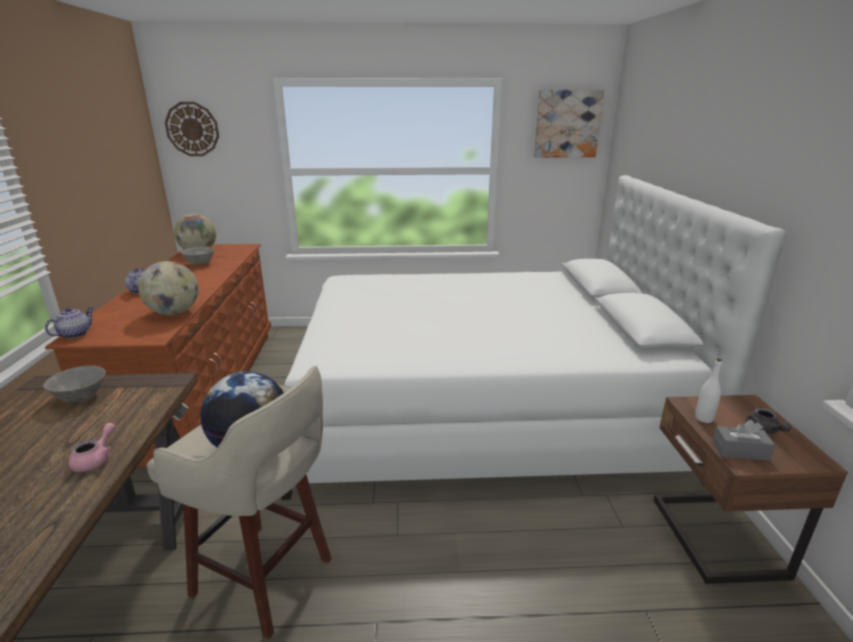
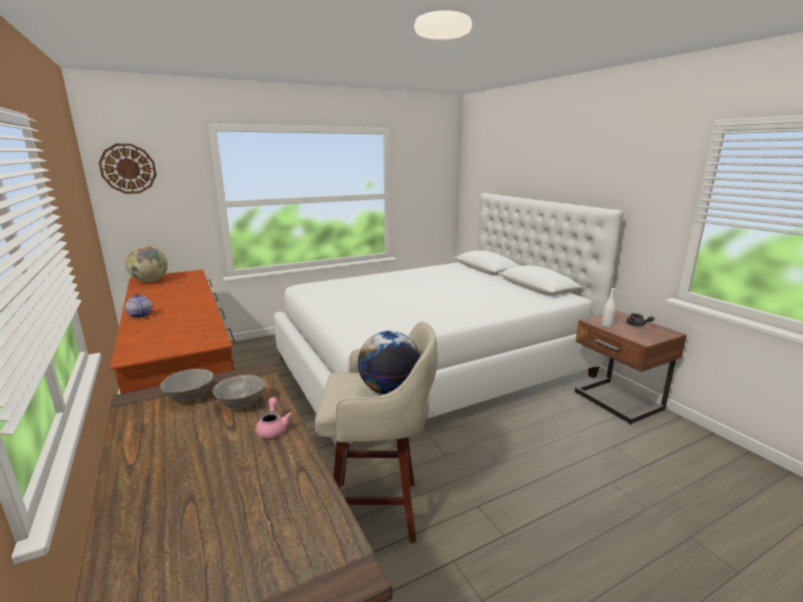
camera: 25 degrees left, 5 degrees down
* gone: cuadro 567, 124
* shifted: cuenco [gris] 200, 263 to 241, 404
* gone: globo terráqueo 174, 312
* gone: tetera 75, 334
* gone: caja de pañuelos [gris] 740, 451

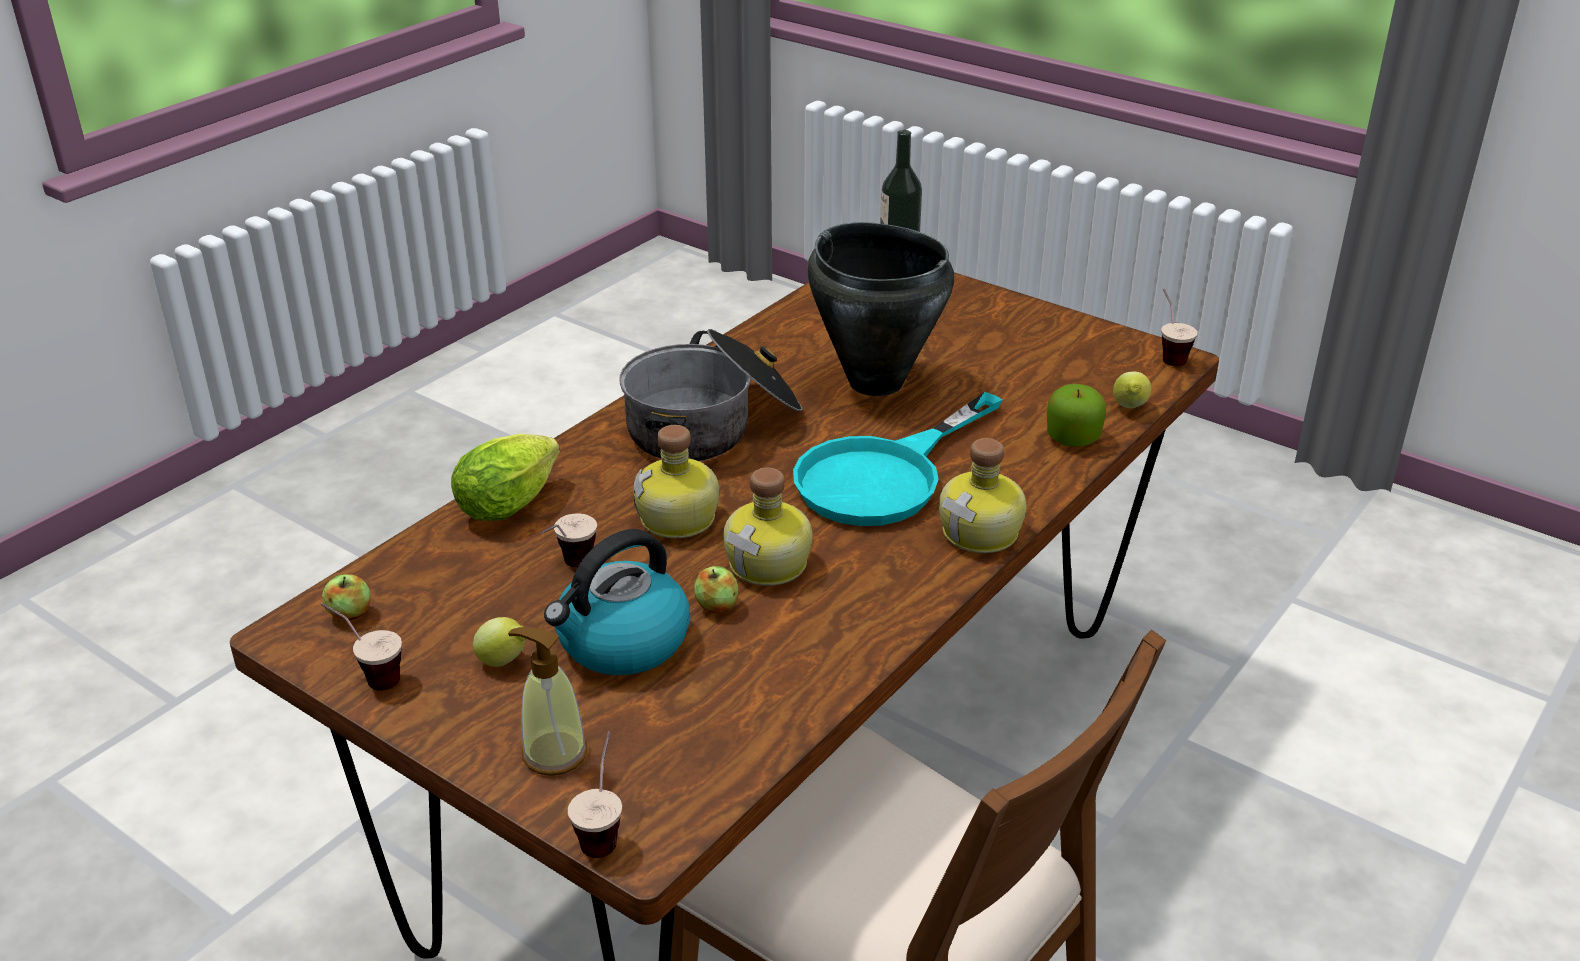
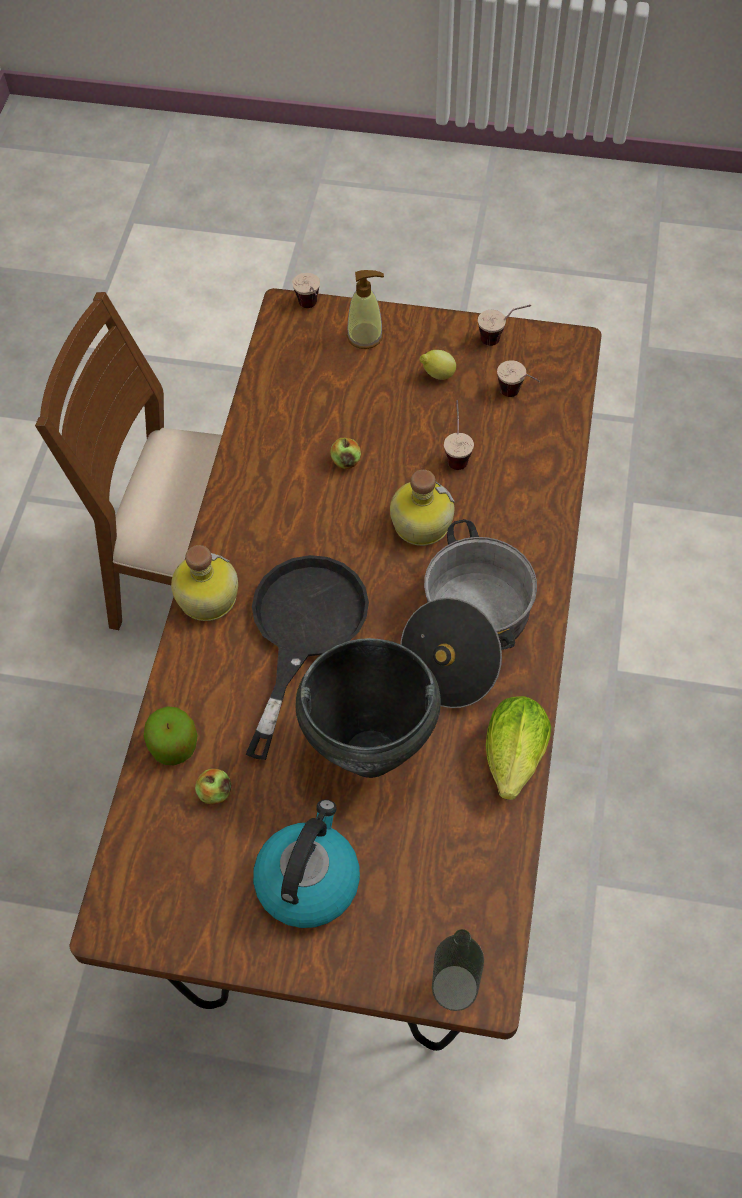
camera: 155 degrees right, 25 degrees up
* shifted: taza 1168, 354 to 517, 397
* gone: limón 1129, 408
* repainted: sartén [turquesa] 884, 476 to sartén [negro] 303, 631
* shifted: lechuga 513, 502 to 513, 762
* gone: botella 771, 564
* shifted: hervidor 622, 643 to 308, 880
* shifted: manzana 349, 614 to 215, 793

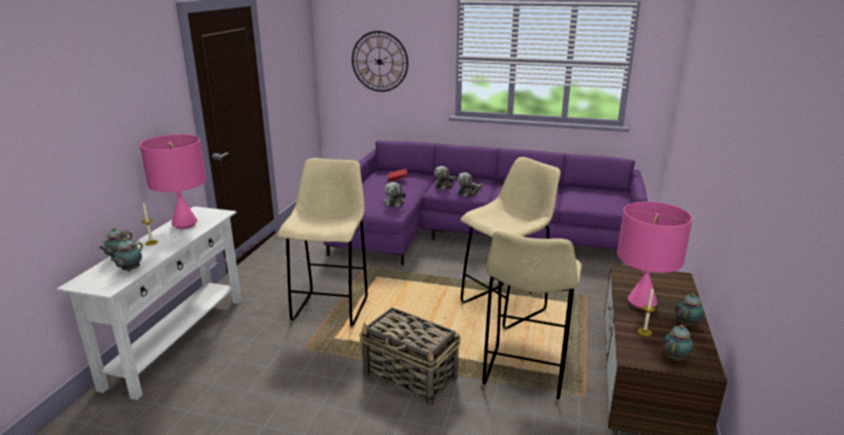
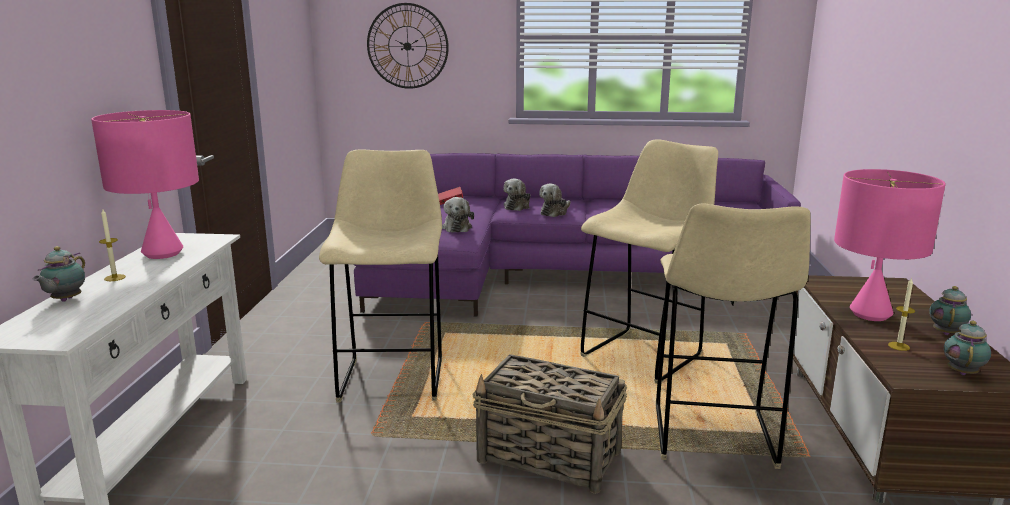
camera: 10 degrees left, 5 degrees down
* gone: tetera 130, 270

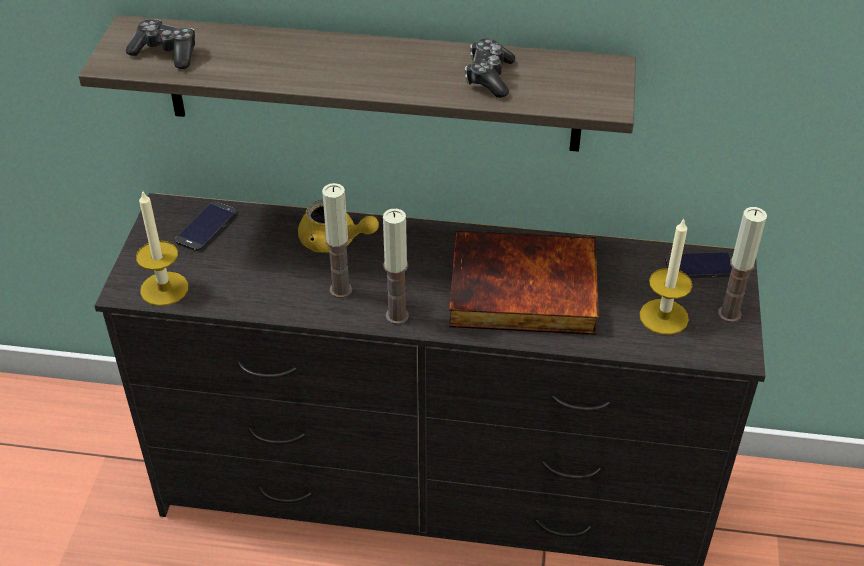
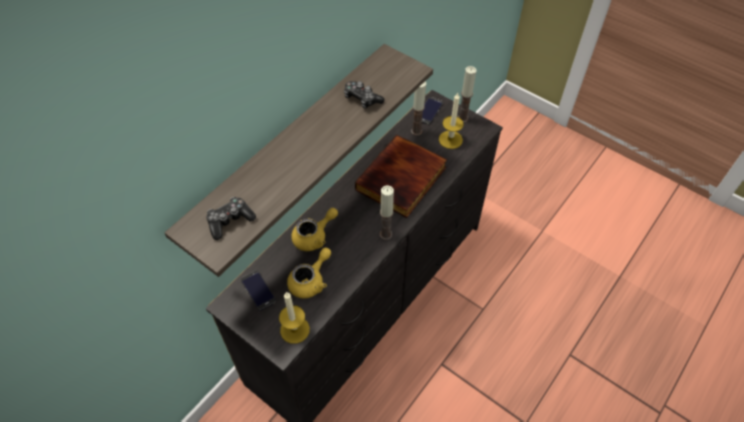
camera: 60 degrees left, 10 degrees up
* shifted: vela 340, 290 to 416, 131
* new: tetera [amarillo] 310, 281

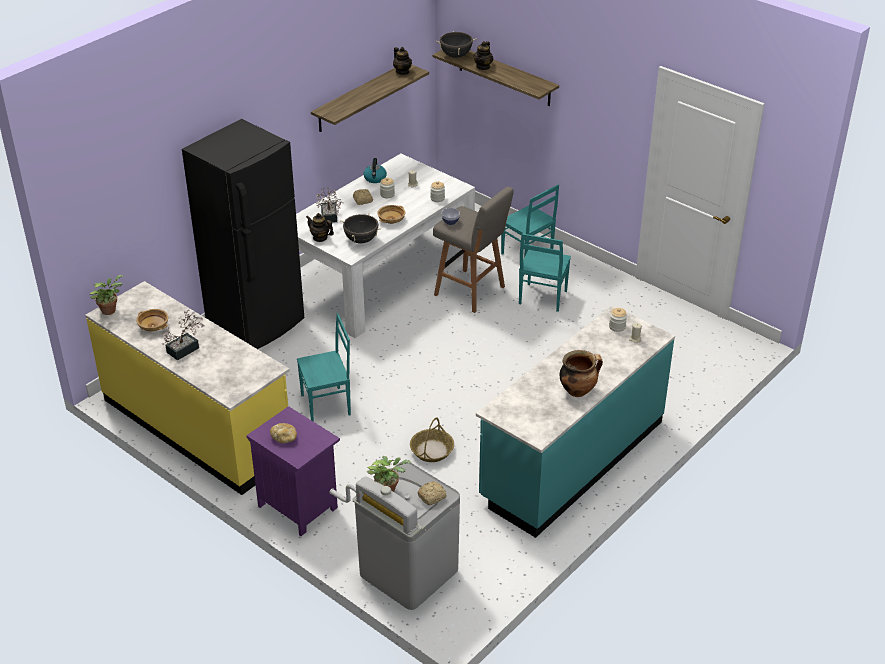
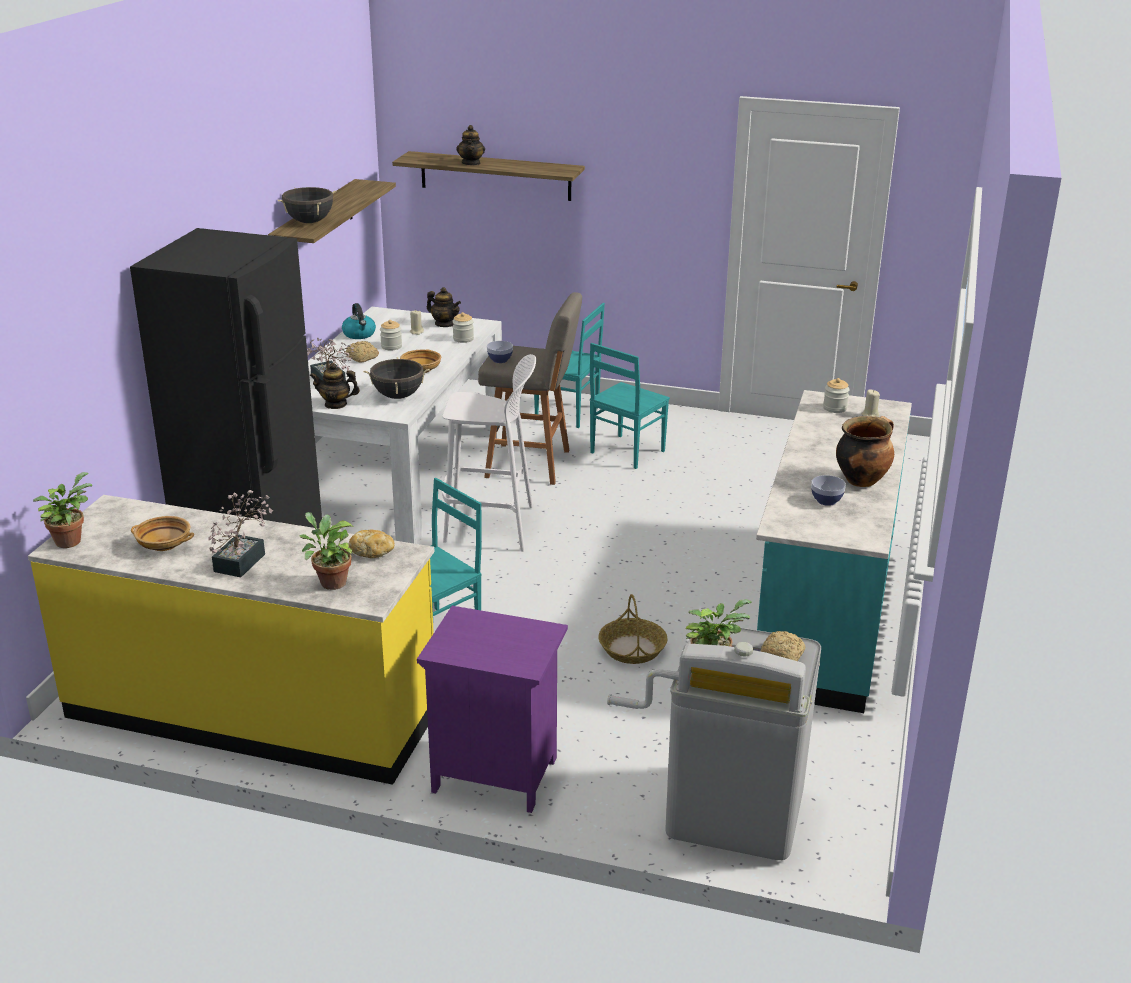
camera: 25 degrees left, 10 degrees down
* shifted: olla [negro] 456, 56 to 309, 222
* shifted: tetera 402, 72 to 444, 324
* rotated: silla [turquesa] 542, 298 = 626, 452 45 degrees clockwise
* shifted: pan 284, 438 to 372, 552
* new: taburete [blanco] 491, 527
* new: cuenco 826, 500
* new: planta en maceta 330, 582

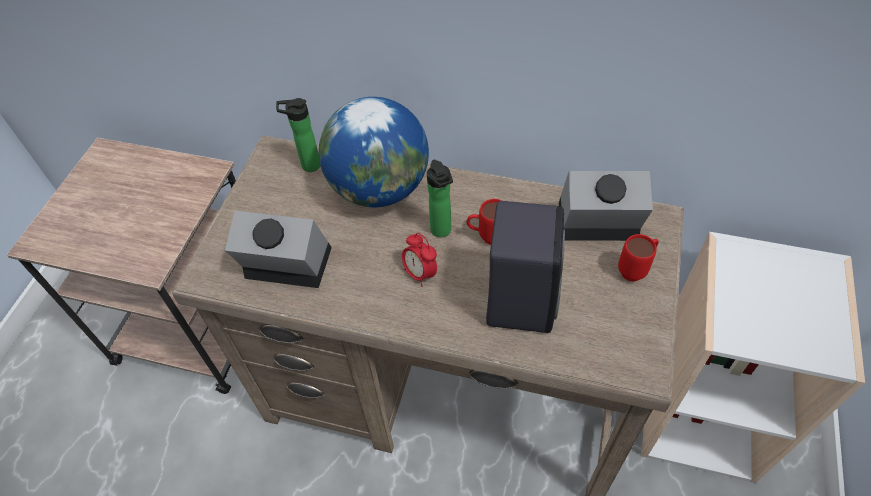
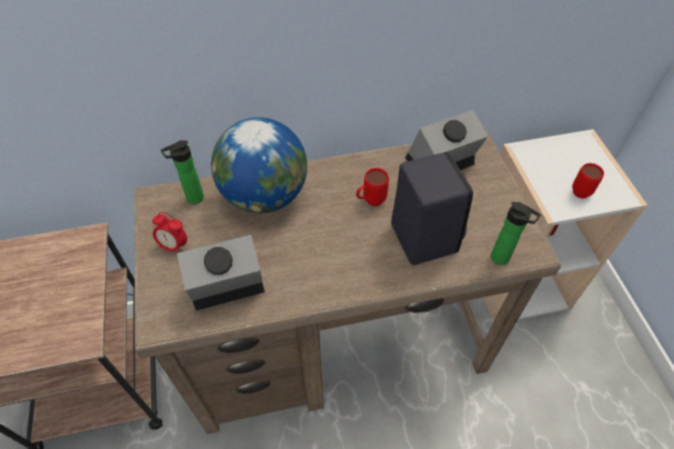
camera: 30 degrees left, 0 degrees up
* shifted: botella 442, 232 to 502, 259
* shifted: despertador 420, 273 to 174, 246
* shifted: taza grande [rojo] 636, 269 to 581, 189

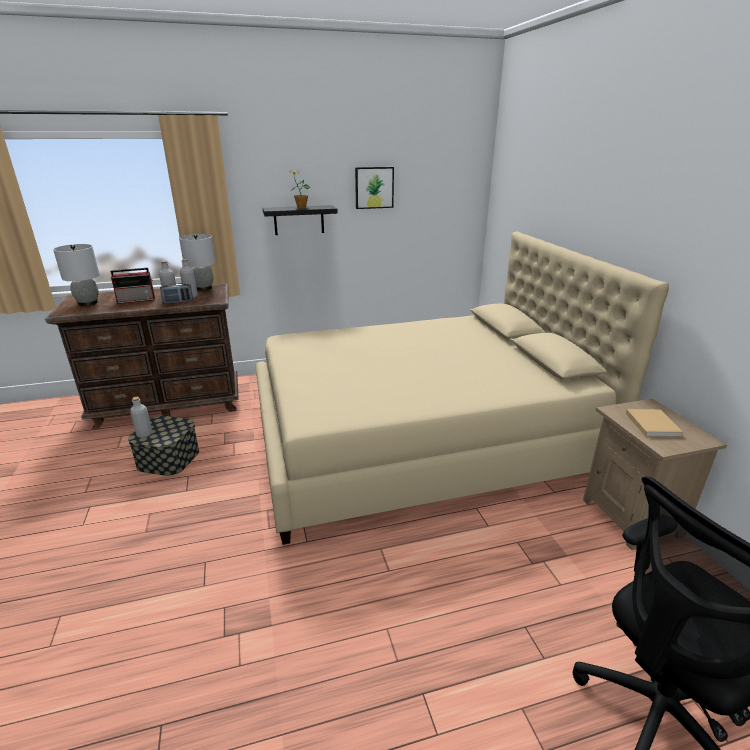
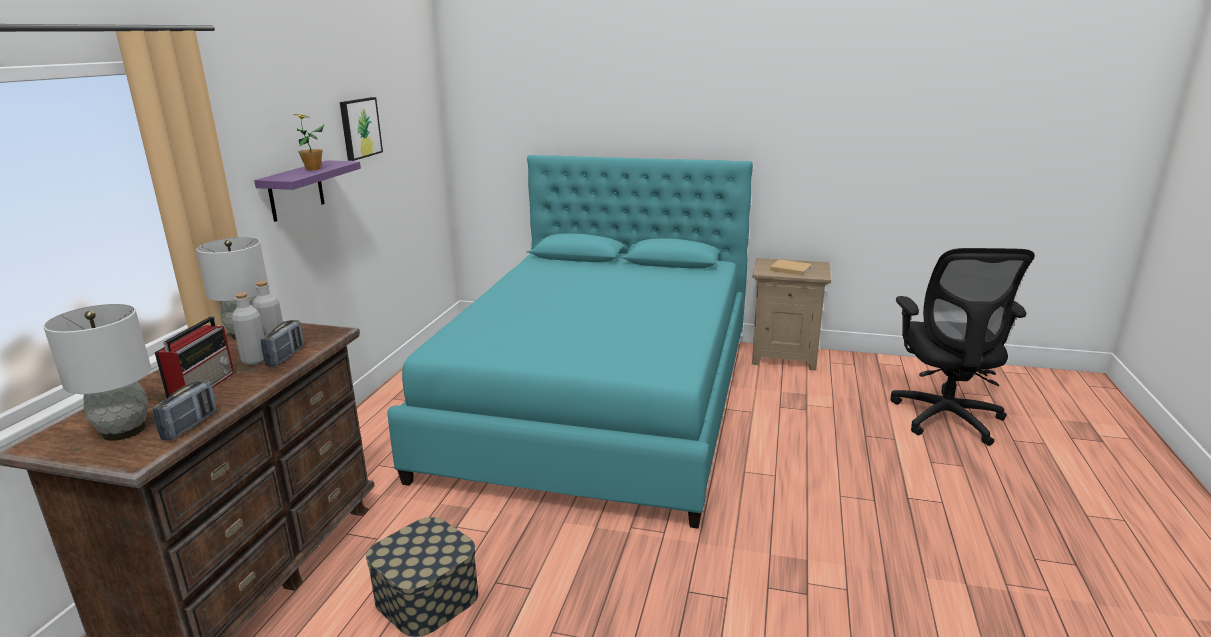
camera: 60 degrees left, 5 degrees down
* repainted: estante [negro] 299, 220 to estante [morado] 296, 191
* repainted: cama [beis] 421, 440 to cama [turquesa] 600, 401
* gone: botella [gris] 144, 434
* new: radio 190, 426

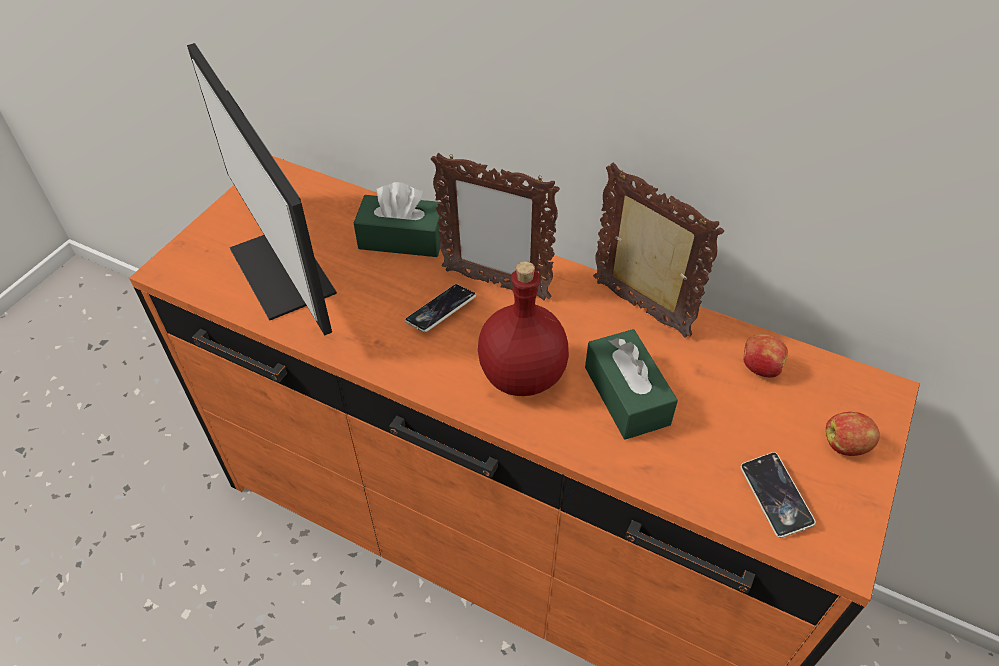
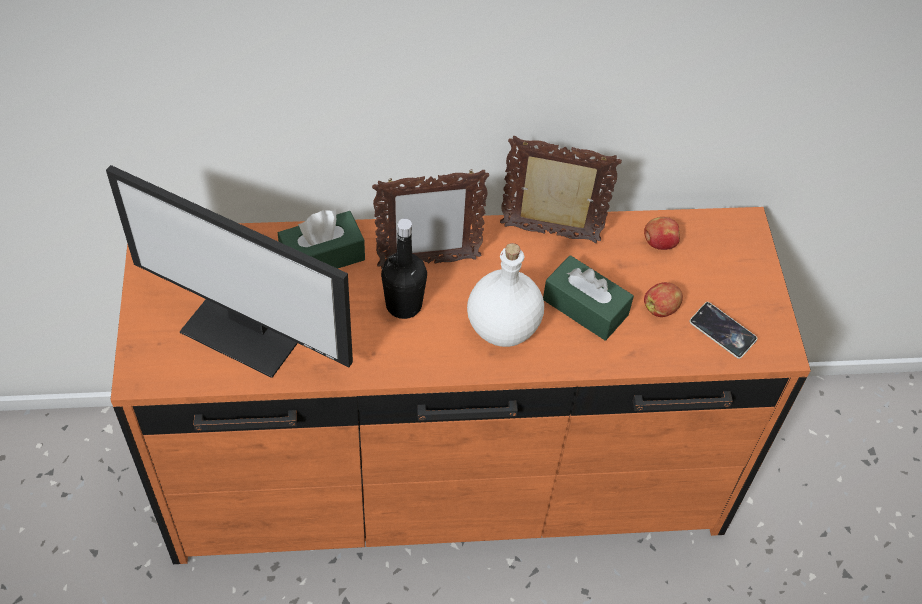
camera: 35 degrees left, 5 degrees up
* repainted: botella [rojo] 520, 375 to botella [blanco] 501, 328
* swapped: móvil 441, 311 to botella [negro] 404, 305
* shifted: manzana 845, 445 to 661, 308

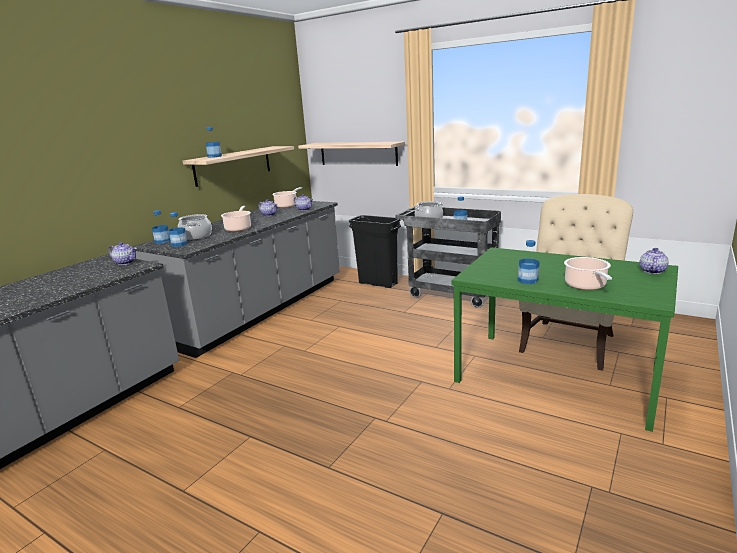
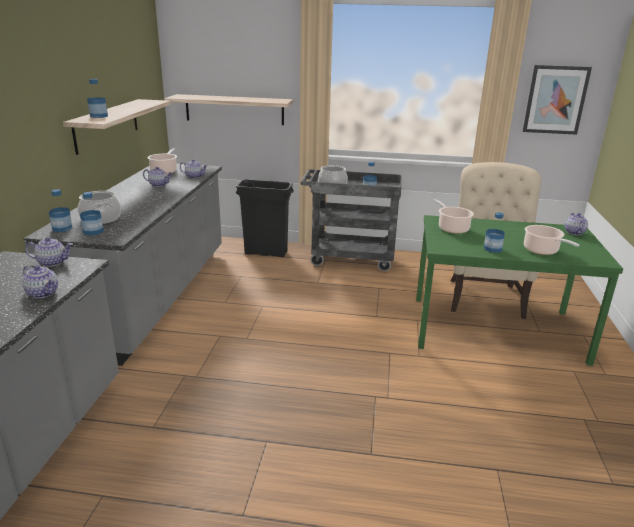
camera: 25 degrees left, 5 degrees up
* shifted: olla 238, 228 to 452, 228
* new: cuadro 555, 100
* new: tetera 43, 293

